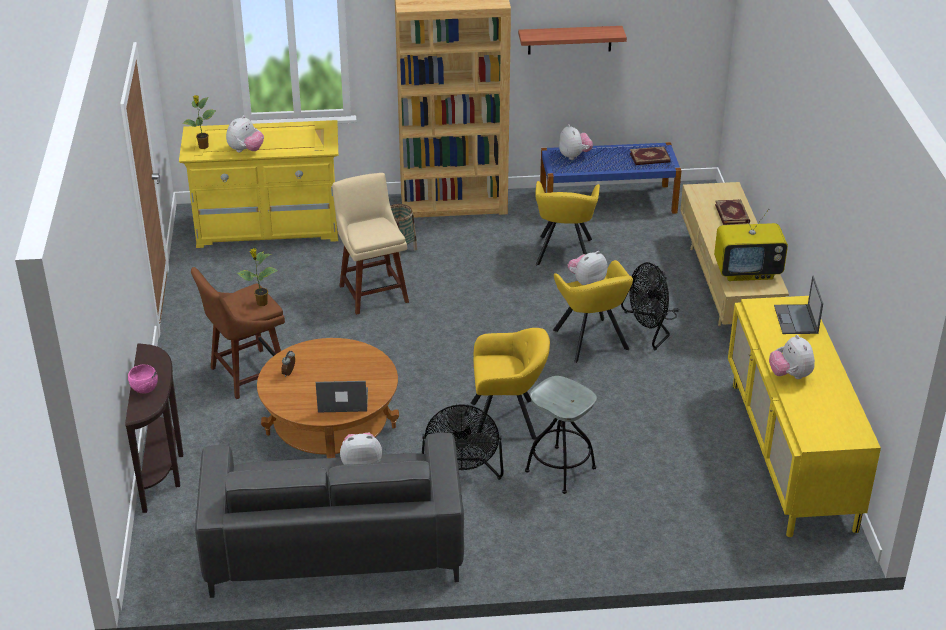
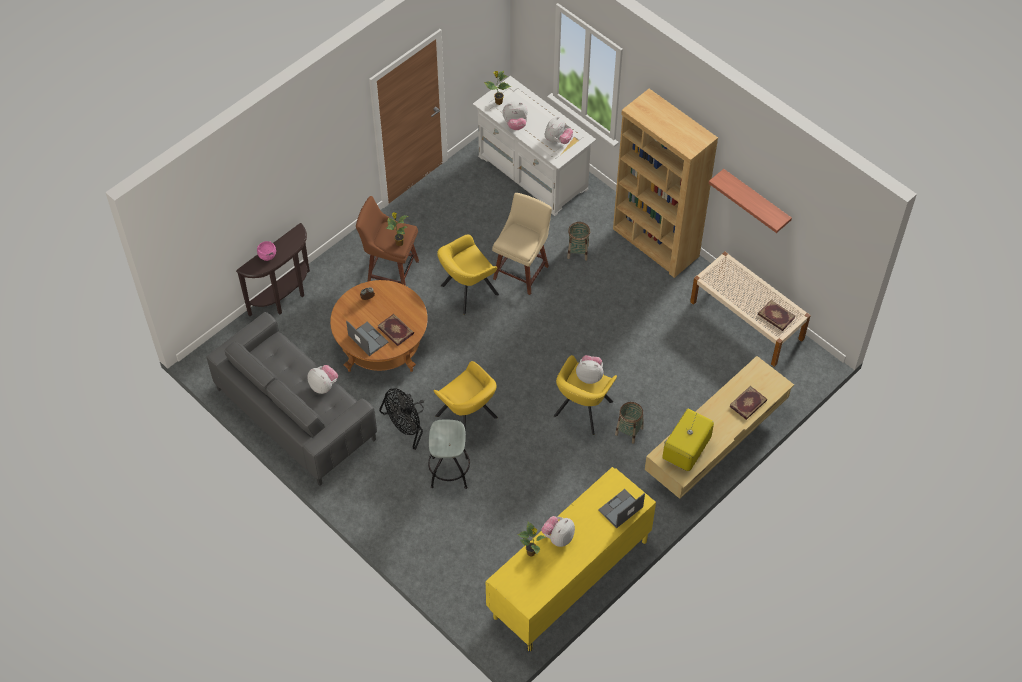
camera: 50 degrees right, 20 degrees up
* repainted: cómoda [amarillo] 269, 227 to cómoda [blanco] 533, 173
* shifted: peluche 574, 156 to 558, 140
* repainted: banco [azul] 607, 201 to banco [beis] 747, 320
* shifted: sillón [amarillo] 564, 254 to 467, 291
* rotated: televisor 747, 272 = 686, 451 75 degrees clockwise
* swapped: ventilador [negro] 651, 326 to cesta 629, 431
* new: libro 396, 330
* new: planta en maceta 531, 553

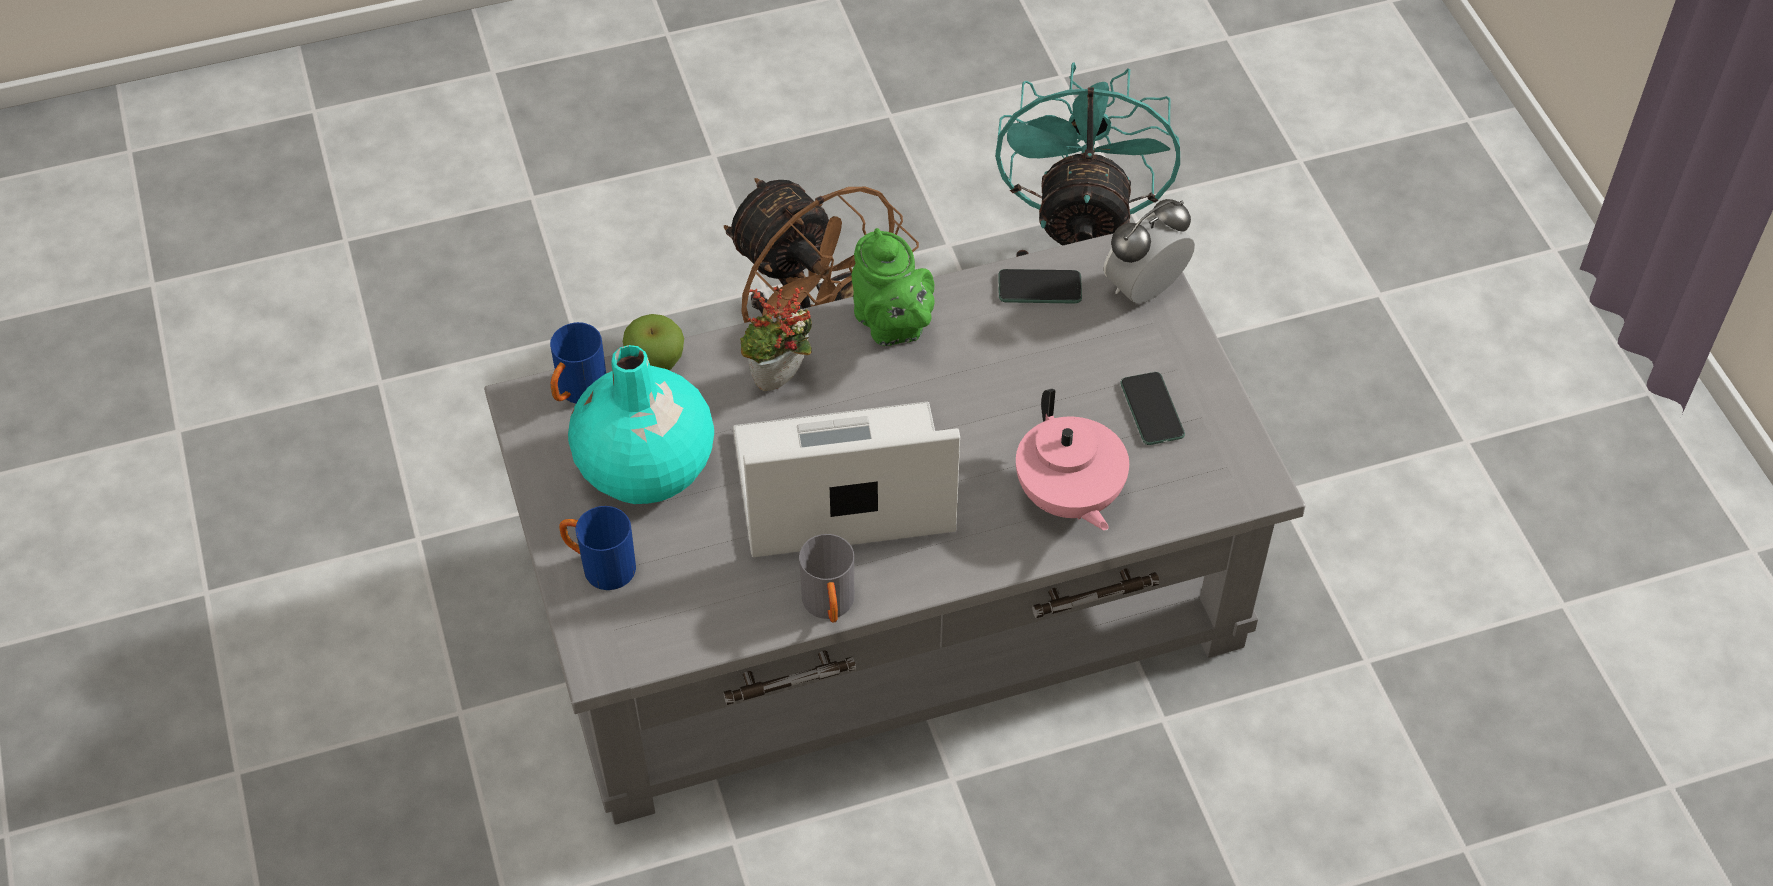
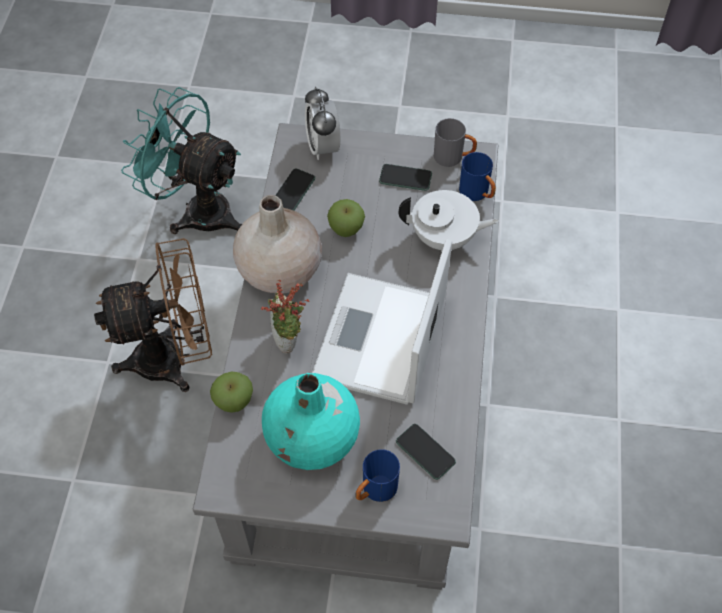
camera: 65 degrees left, 5 degrees up
* swapped: tetera [verde] 892, 326 to florero [beis] 279, 269
* shifted: taza grande [azul] 577, 393 to 477, 194
* repainted: tetera [rosa] 1068, 498 to tetera [blanco] 444, 238
* shifted: taza grande [gris] 830, 607 to 453, 157
* new: manzana 346, 229
* new: móvil 425, 452

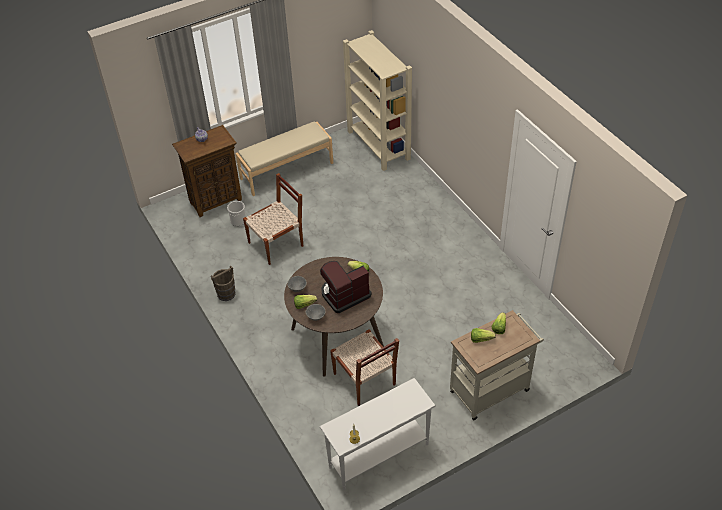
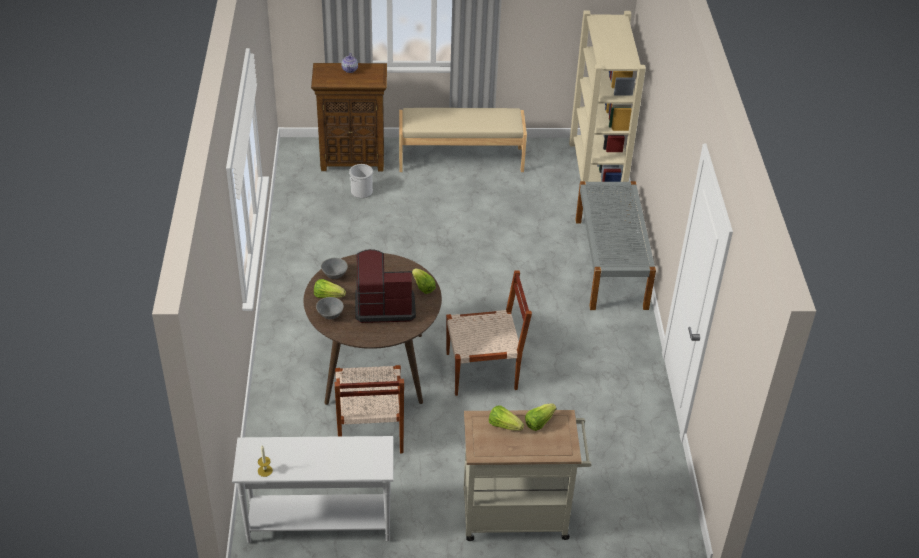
camera: 25 degrees right, 5 degrees down
* shifted: silla 277, 244 to 484, 371
* gone: cubo [marrón] 226, 294
* new: banco [gris] 611, 263

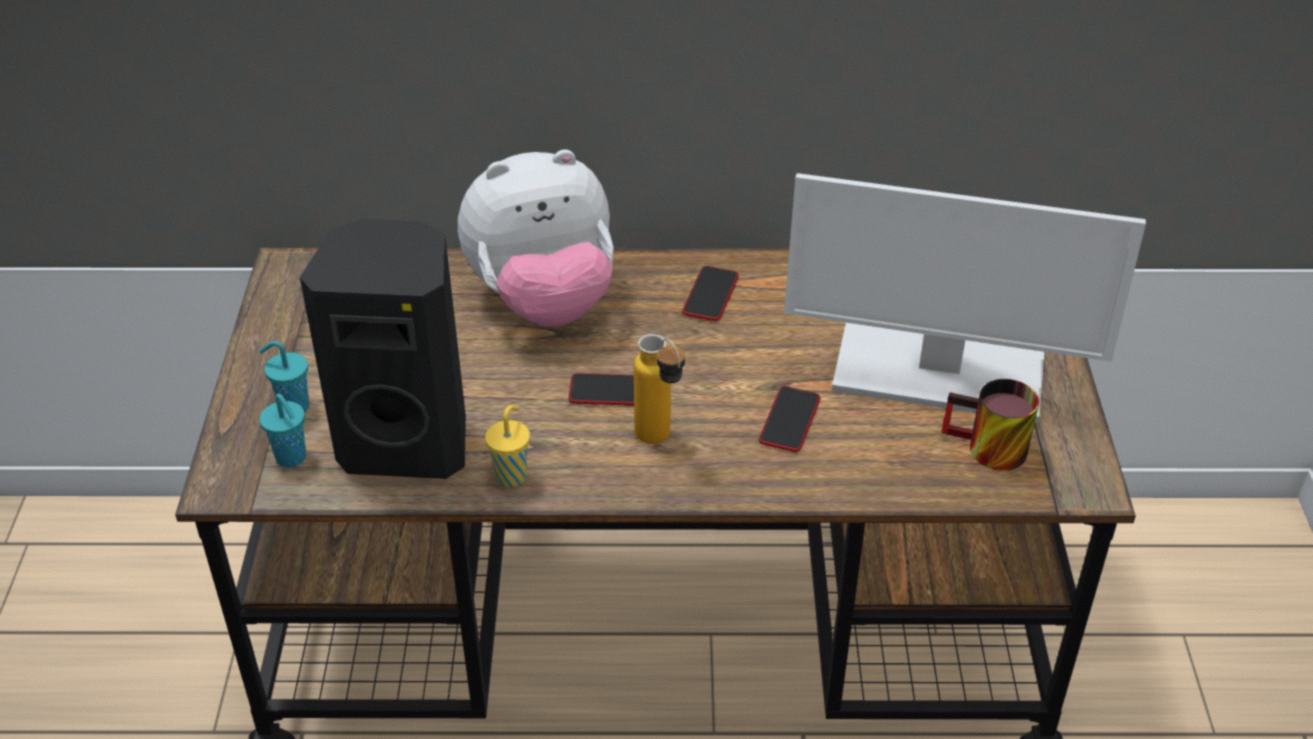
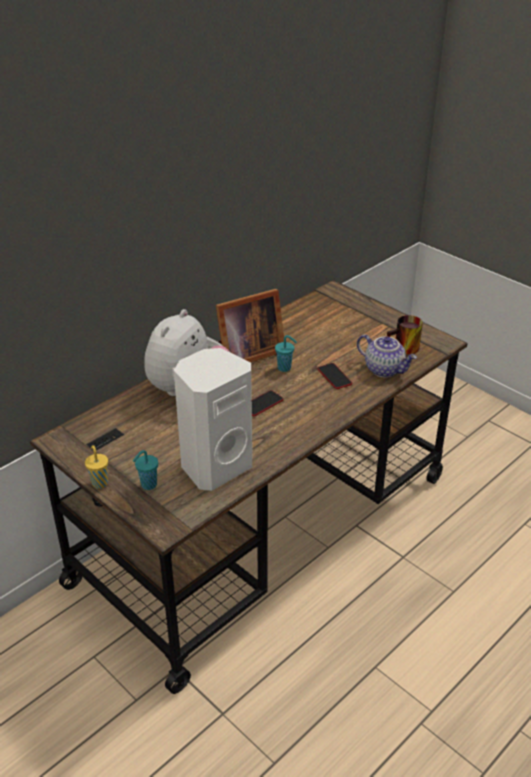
camera: 45 degrees left, 5 degrees down
* gone: monitor 936, 374
* repainted: altavoz [negro] 408, 442 to altavoz [blanco] 215, 466
* swapped: móvil 710, 295 to portarretratos 246, 353
* gone: botella 660, 442
* shifted: taza [turquesa] 292, 458 to 285, 368
* shifted: taza [amarillo] 512, 475 to 99, 482
* new: tetera 385, 369

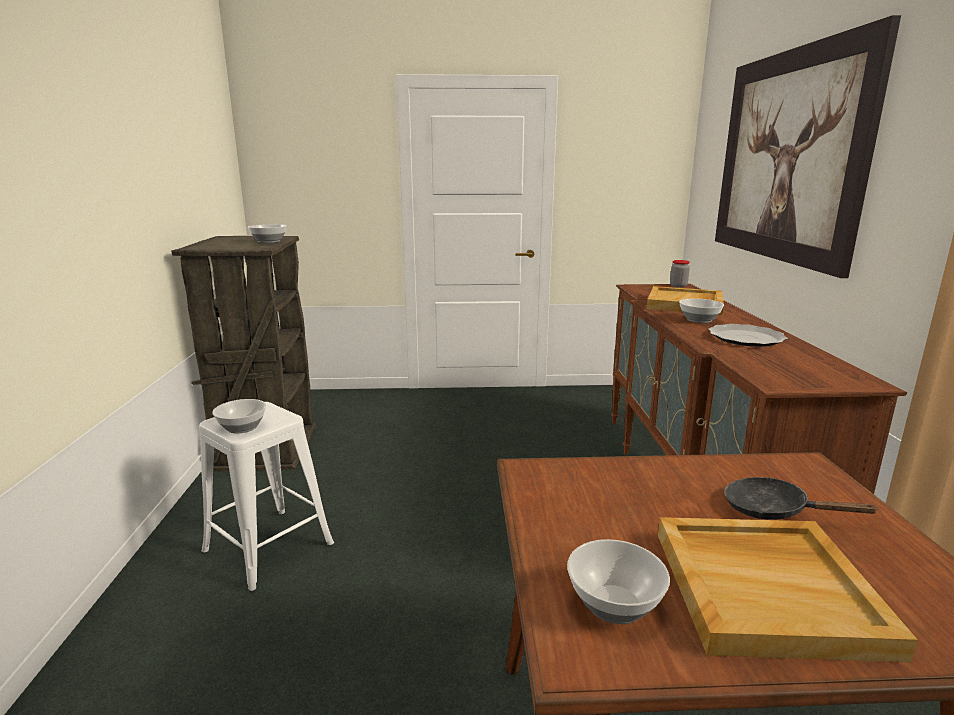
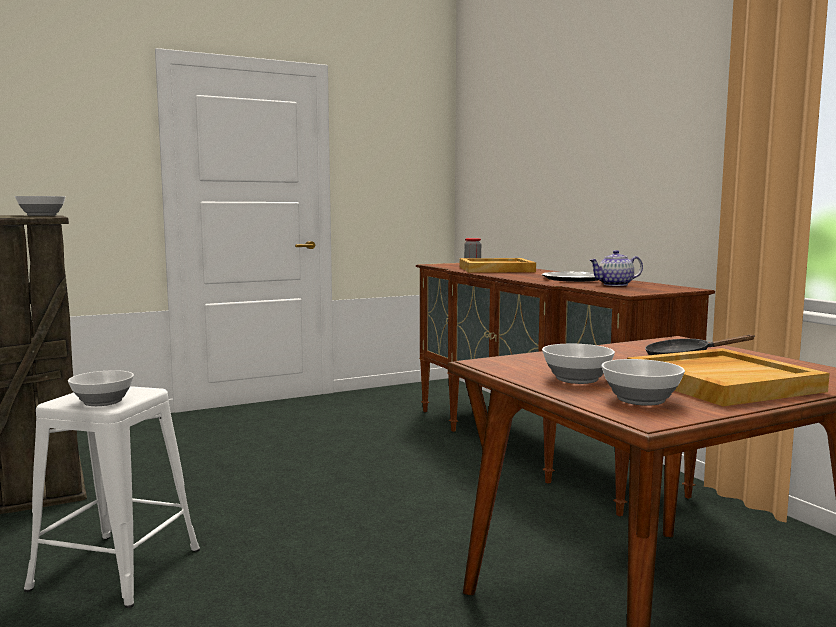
camera: 25 degrees left, 10 degrees down
* gone: cuadro 787, 157
* shifted: cuenco 698, 320 to 575, 379
* new: tetera 615, 284

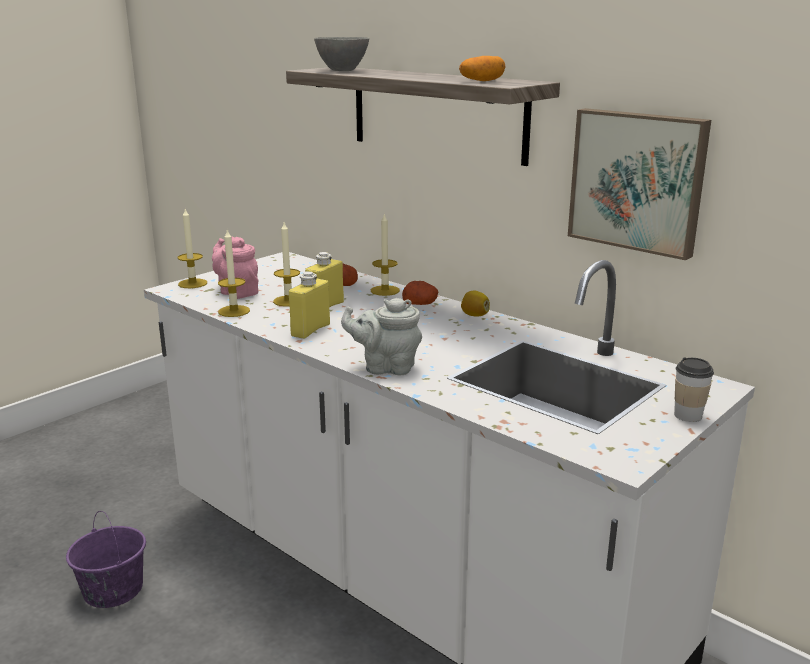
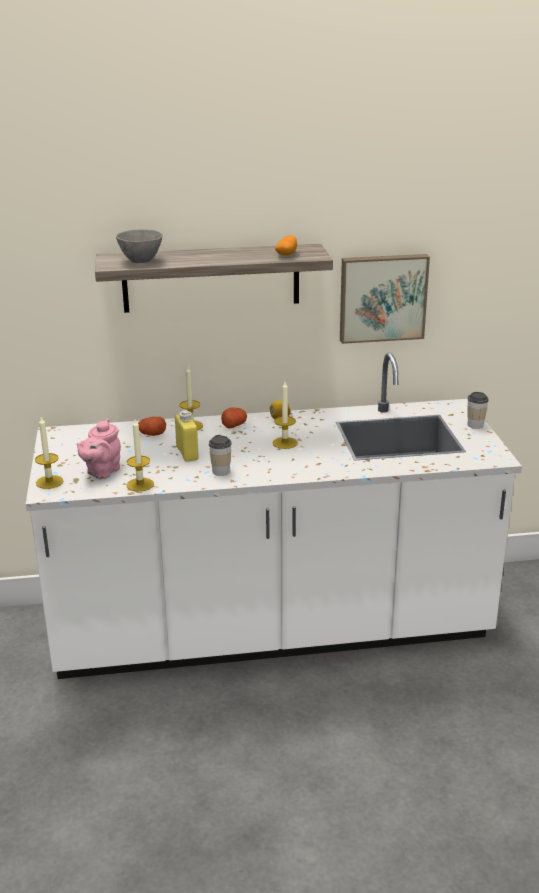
camera: 50 degrees left, 5 degrees up
* shifted: vela 288, 301 to 285, 443
* rotated: tetera [rosa] 237, 292 = 101, 472 60 degrees counterclockwise
* swapped: botella [amarillo] 310, 330 to taza 221, 471
* gone: tetera [gris] 386, 367
* gone: cubo [morado] 113, 589

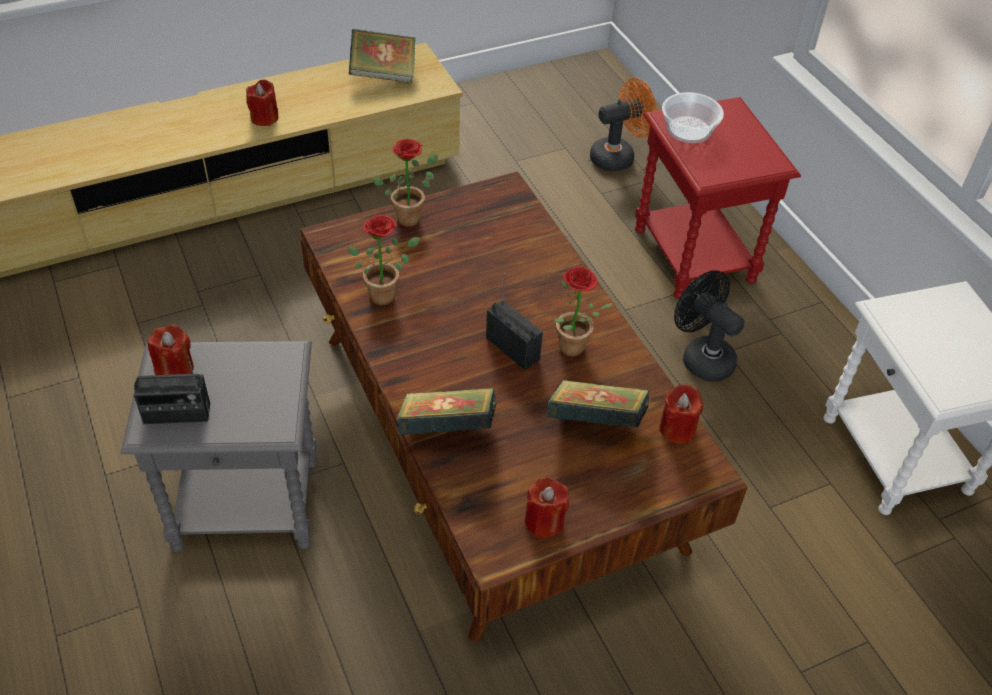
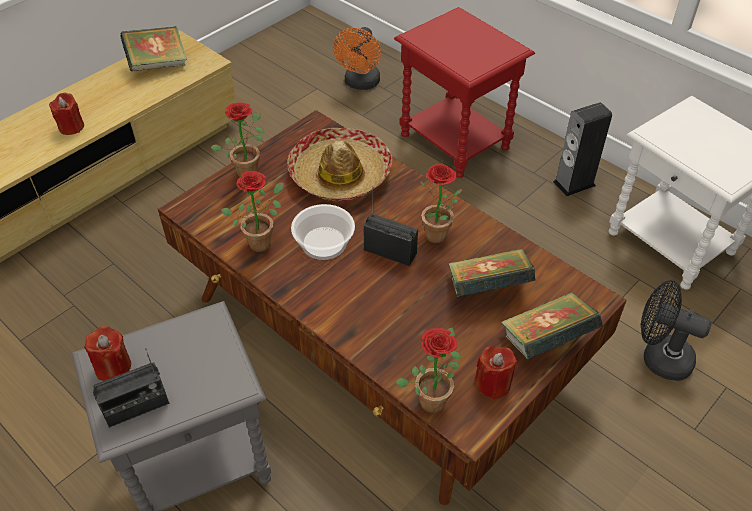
camera: 20 degrees left, 0 degrees up
* rotated: ventilador [naranja] 618, 156 = 360, 84 150 degrees clockwise
* shifted: cuenco 689, 129 to 324, 242
* shifted: ventilador [negro] 701, 357 to 658, 357
* gone: vela [rojo] 677, 429
* shifted: libro 447, 430 to 545, 341
* new: altavoz 574, 183
* new: sombrero 340, 174
* new: planta en maceta 432, 397

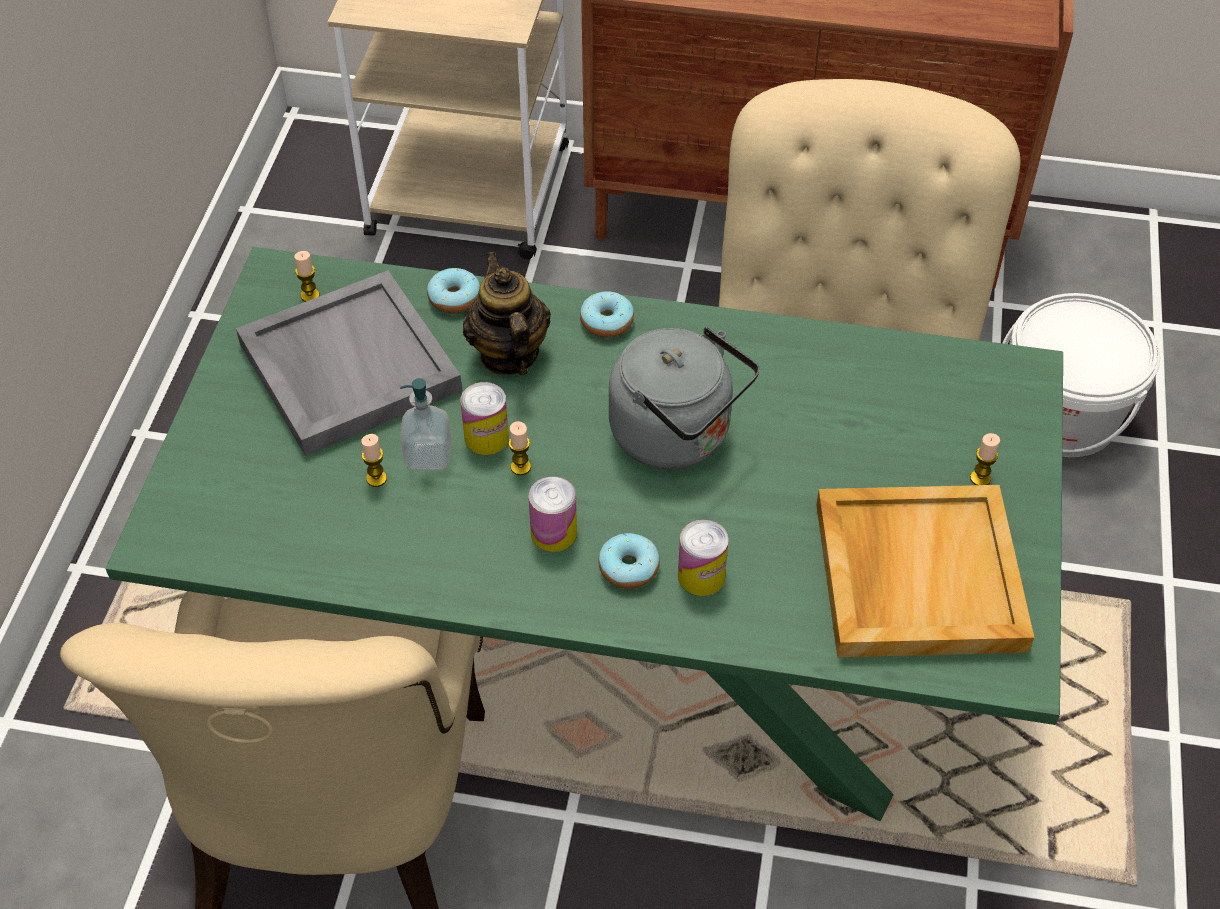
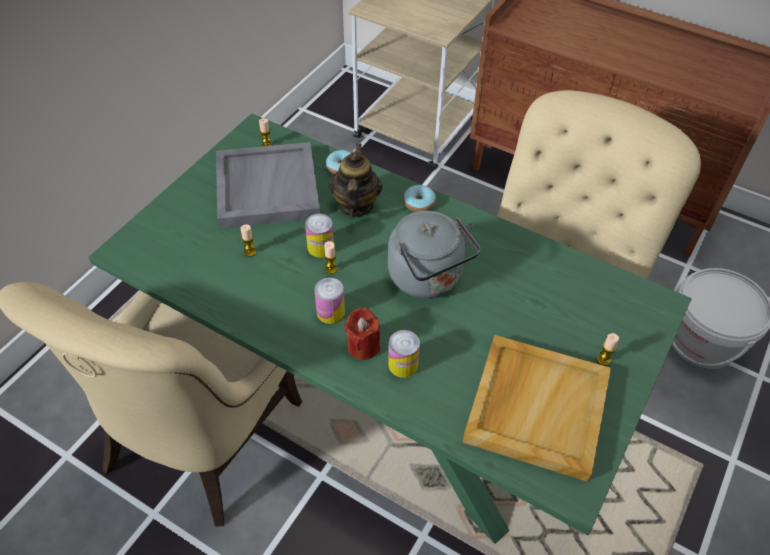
camera: 20 degrees right, 0 degrees up
* gone: dispensador de jabón 428, 455
* swapped: rosquilla 629, 568 to vela [rojo] 363, 346

